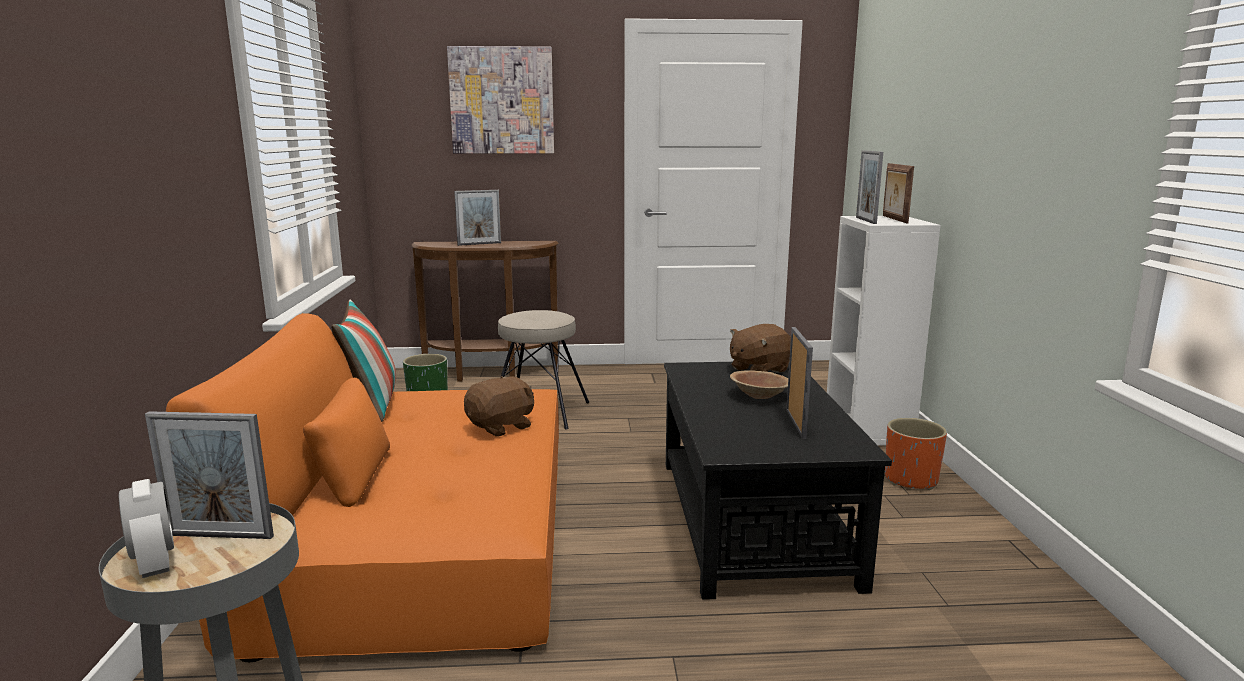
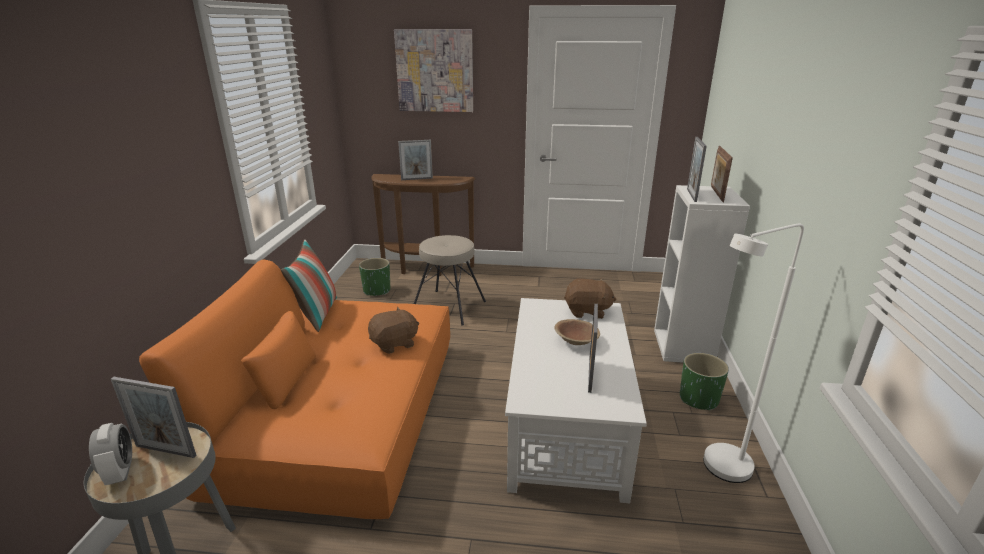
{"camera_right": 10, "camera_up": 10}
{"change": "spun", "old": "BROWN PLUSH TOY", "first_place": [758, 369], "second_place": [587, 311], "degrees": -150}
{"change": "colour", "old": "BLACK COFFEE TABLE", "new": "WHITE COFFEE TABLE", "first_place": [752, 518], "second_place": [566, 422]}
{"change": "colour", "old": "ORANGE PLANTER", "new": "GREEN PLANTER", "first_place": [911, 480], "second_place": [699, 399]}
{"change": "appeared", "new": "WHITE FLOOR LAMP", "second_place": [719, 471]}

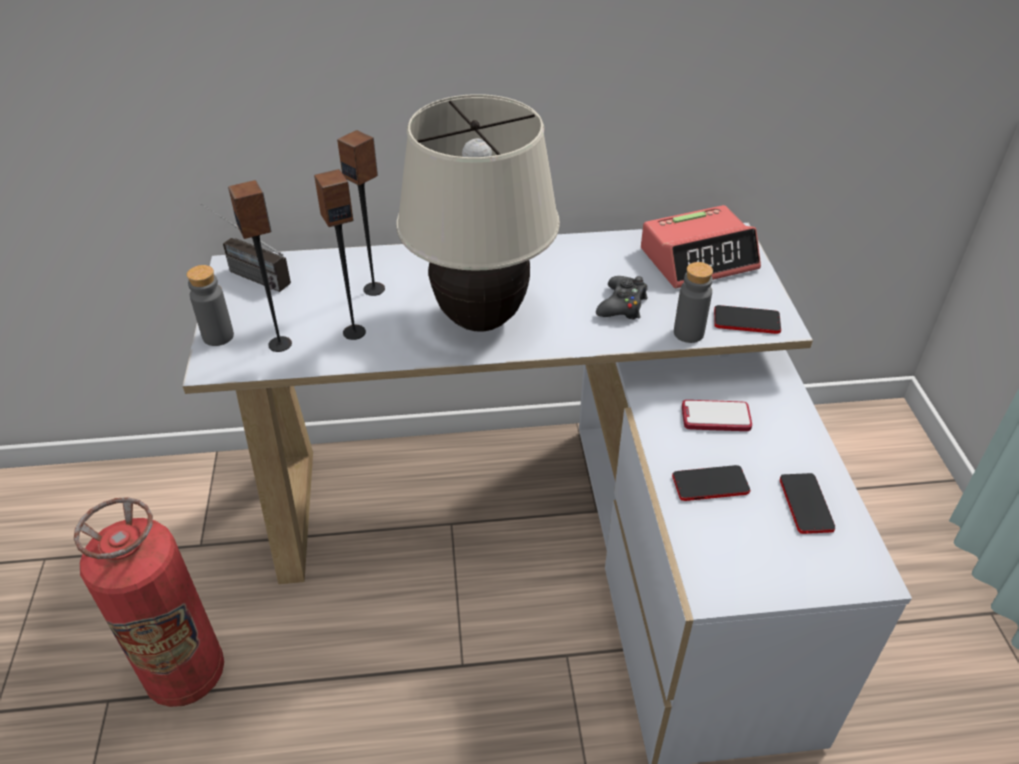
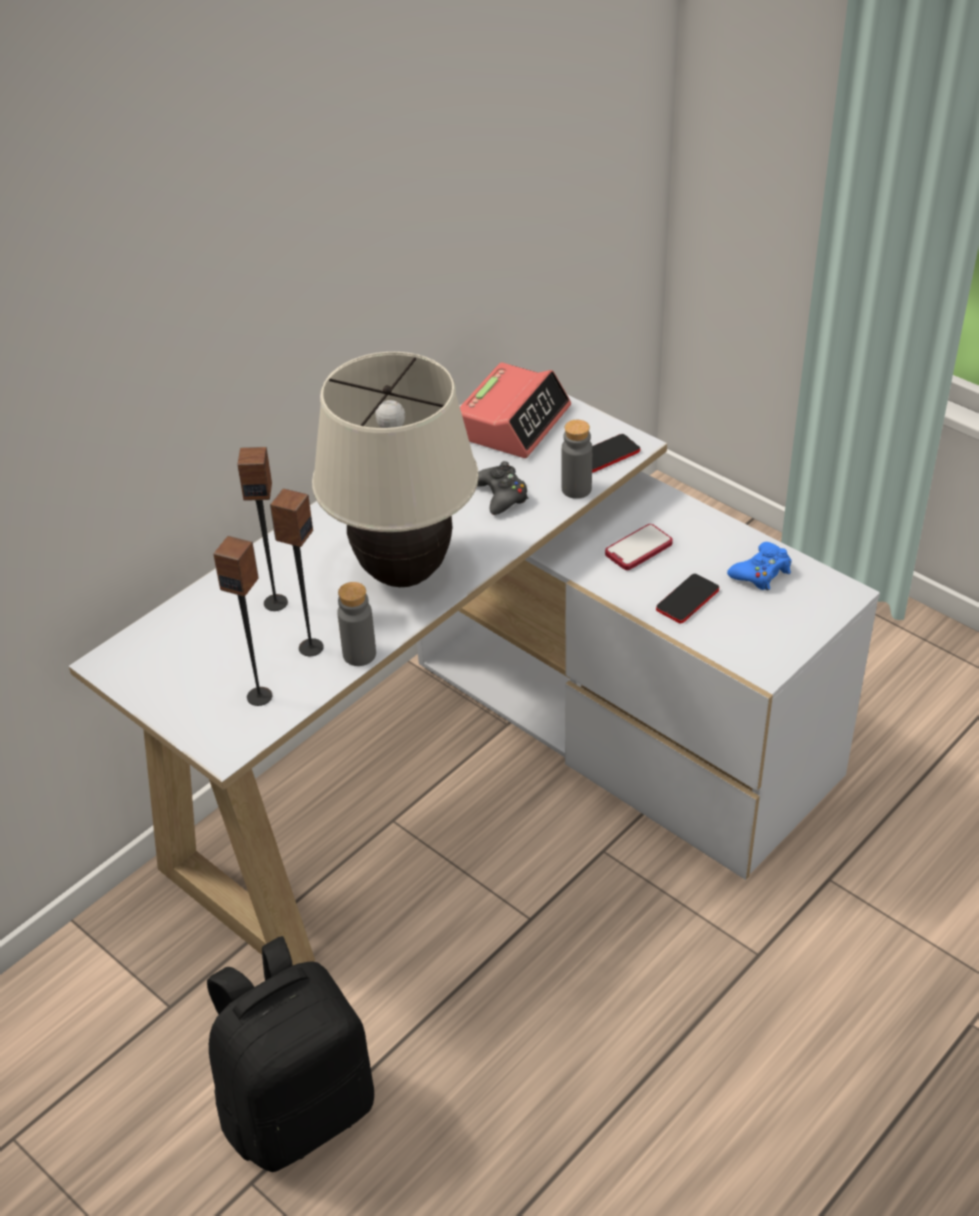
{"camera_right": -40, "camera_up": 0}
{"change": "missing", "old": "RADIO", "first_place": [245, 273]}
{"change": "relocated", "old": "GREY BOTTLE", "first_place": [218, 336], "second_place": [359, 654]}
{"change": "exchanged", "old": "PHONE", "new": "BLUE GAME CONTROLLER", "first_place": [806, 504], "second_place": [761, 573]}
{"change": "exchanged", "old": "FIRE EXTINGUISHER", "new": "BLACK BACKPACK", "first_place": [186, 674], "second_place": [298, 1108]}

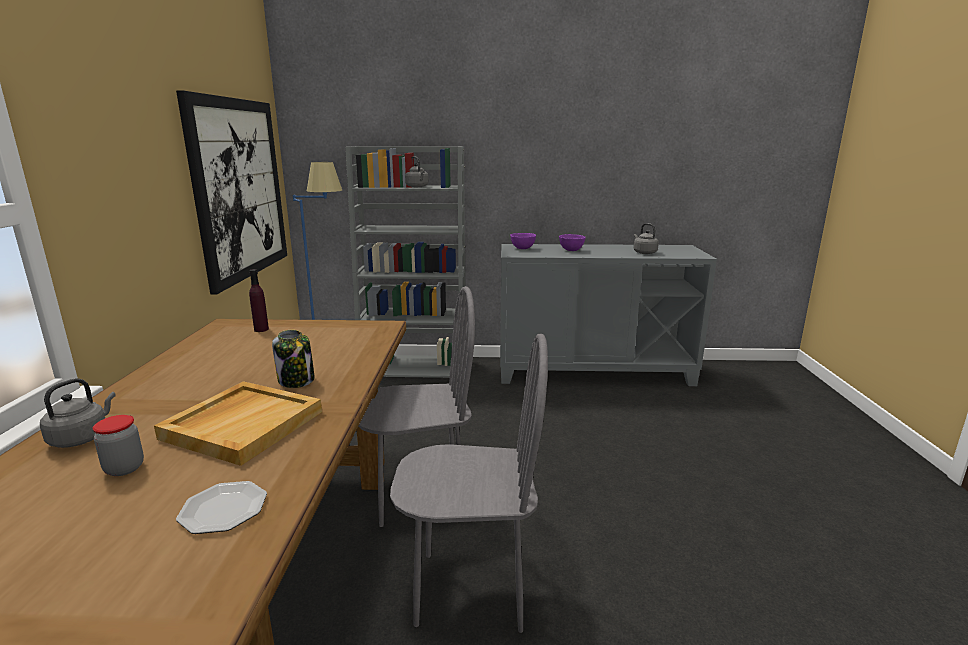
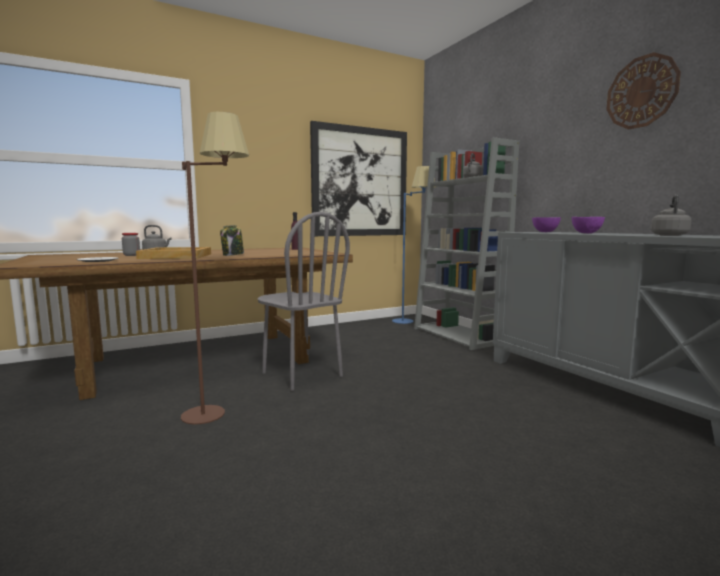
{"camera_right": 60, "camera_up": -10}
{"change": "exchanged", "old": "GREY CHAIR", "new": "BROWN FLOOR LAMP", "first_place": [471, 589], "second_place": [221, 408]}
{"change": "appeared", "new": "WALL CLOCK", "second_place": [641, 92]}

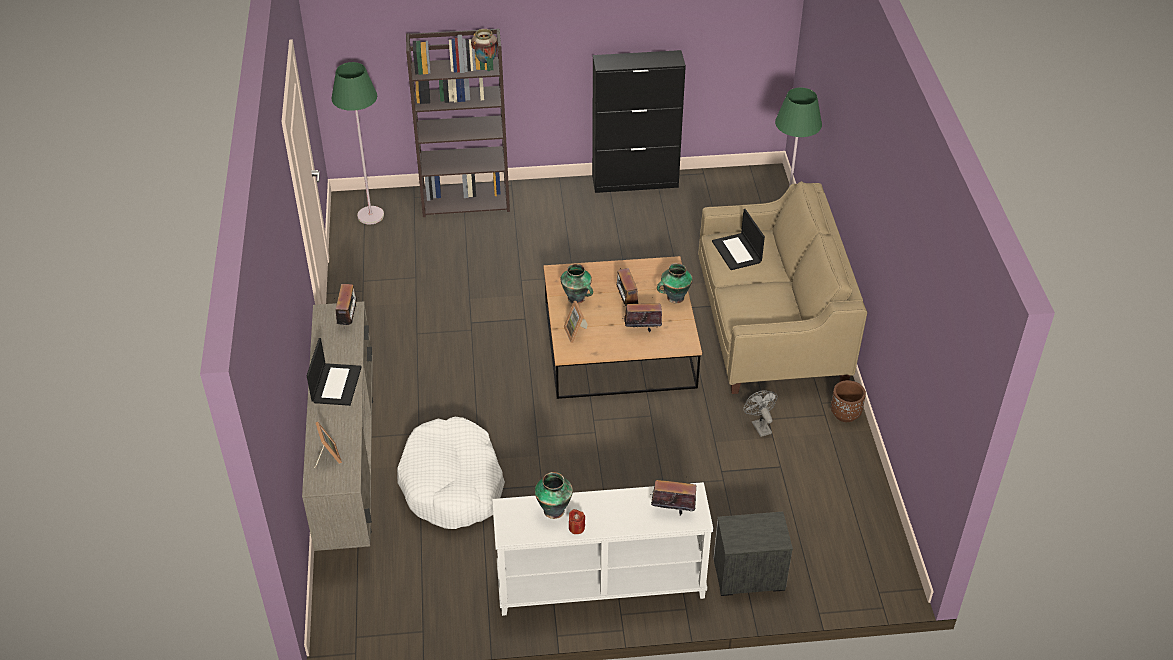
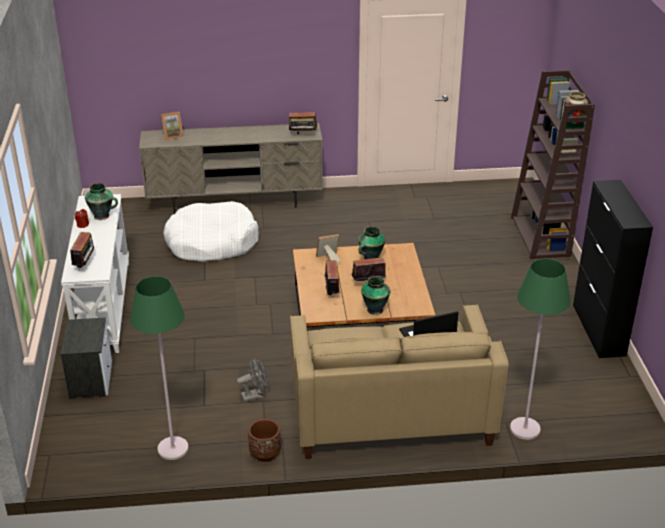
{"camera_right": 90, "camera_up": -10}
{"change": "relocated", "old": "GREEN FLOOR LAMP", "first_place": [371, 215], "second_place": [173, 449]}
{"change": "missing", "old": "LAPTOP", "first_place": [336, 384]}

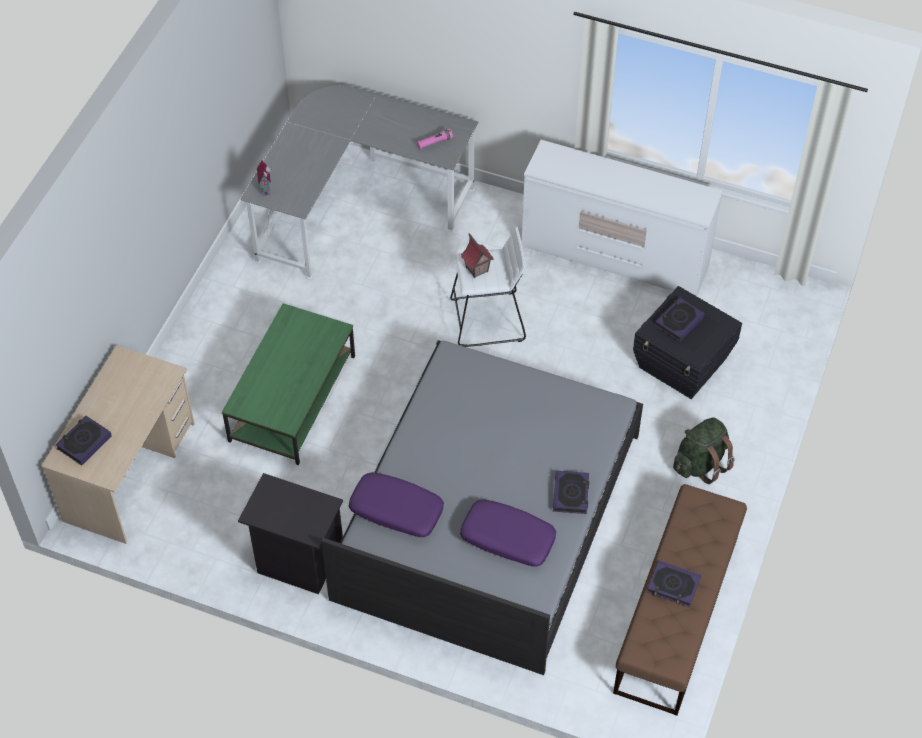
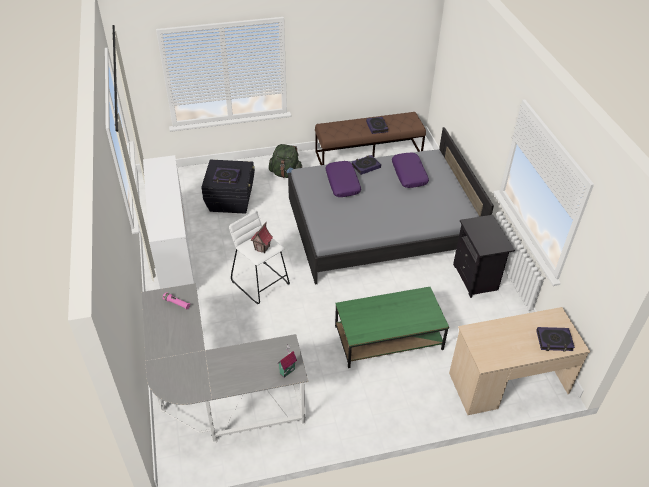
{"camera_right": -125, "camera_up": -10}
{"change": "relocated", "old": "PURPLE PILLOW", "first_place": [396, 511], "second_place": [343, 183]}

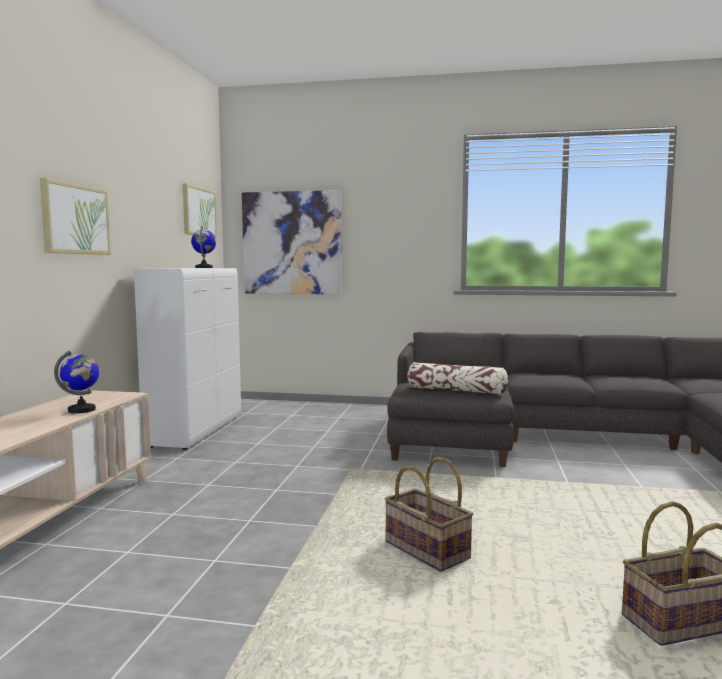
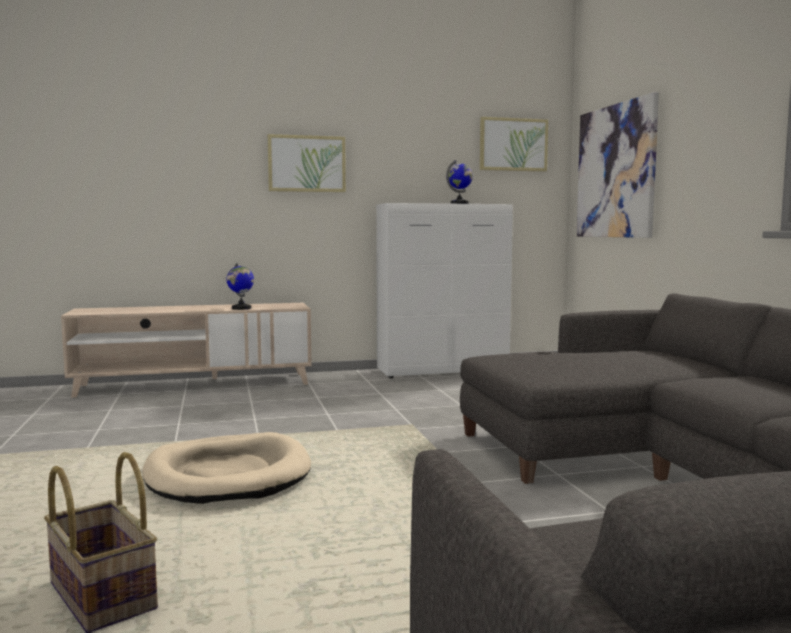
{"camera_right": 65, "camera_up": 0}
{"change": "missing", "old": "PILLOW", "first_place": [456, 390]}
{"change": "exchanged", "old": "BASKET", "new": "BEIGE DOG BED", "first_place": [425, 551], "second_place": [228, 475]}

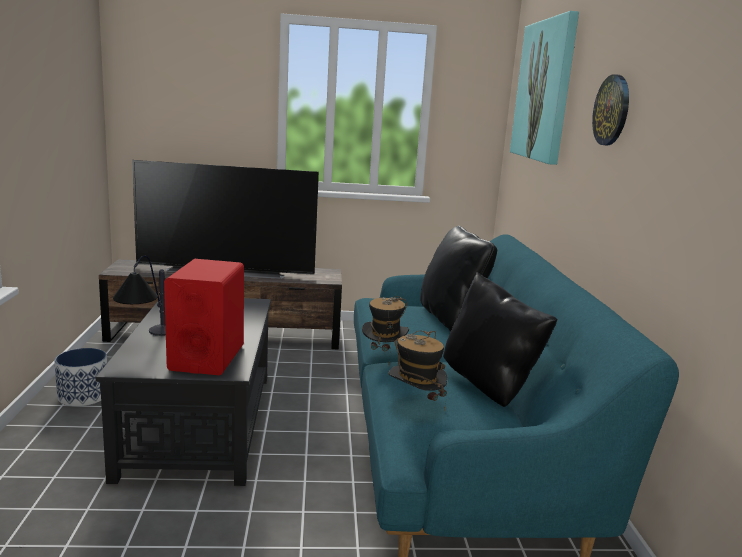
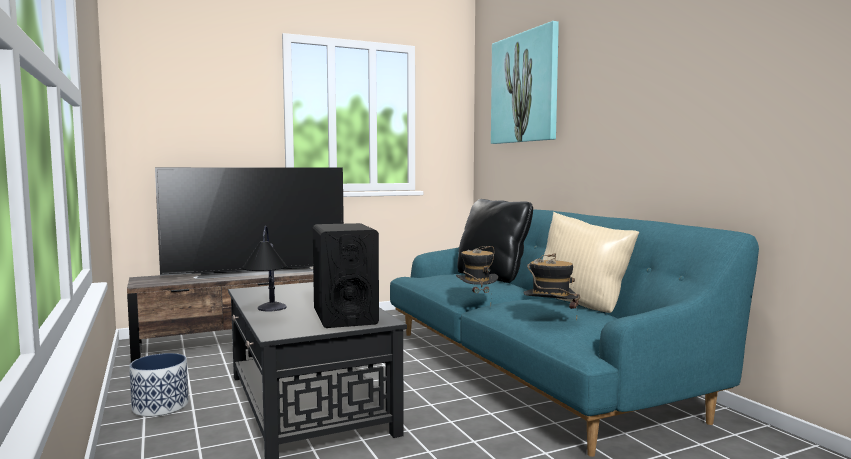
{"camera_right": -20, "camera_up": -10}
{"change": "missing", "old": "WALL CLOCK", "first_place": [612, 110]}
{"change": "colour", "old": "RED SPEAKER", "new": "BLACK SPEAKER", "first_place": [207, 357], "second_place": [344, 317]}
{"change": "colour", "old": "BLACK PILLOW", "new": "BEIGE PILLOW", "first_place": [489, 388], "second_place": [583, 306]}

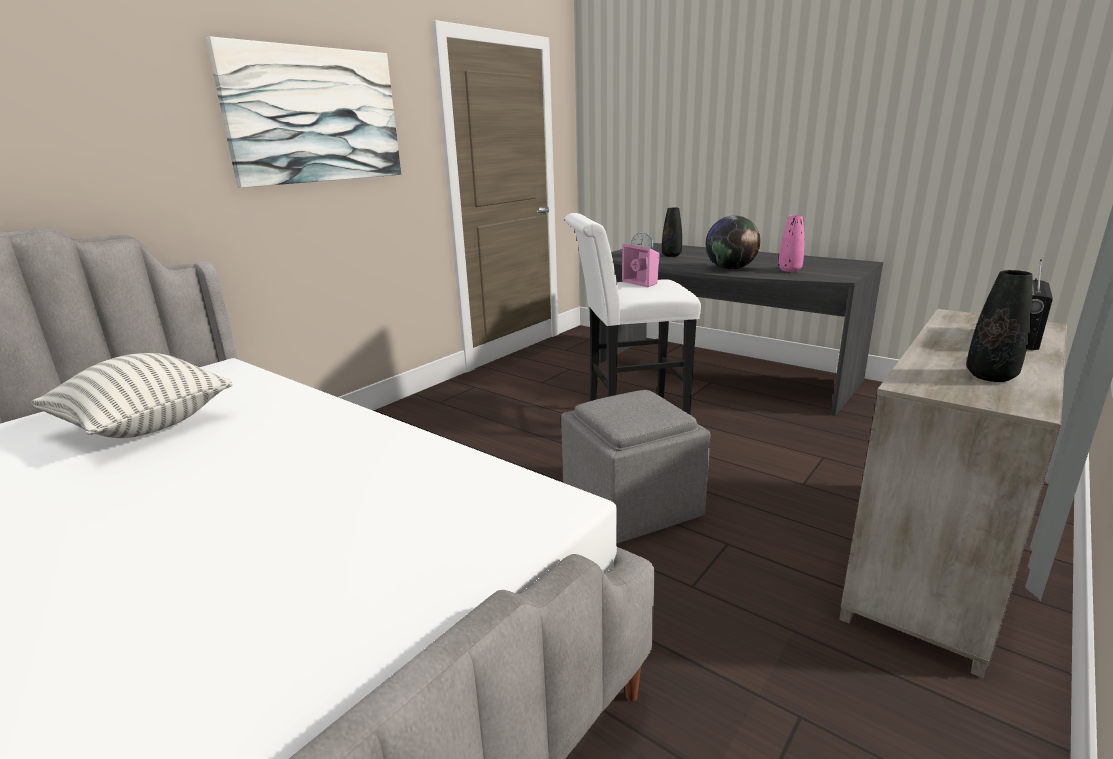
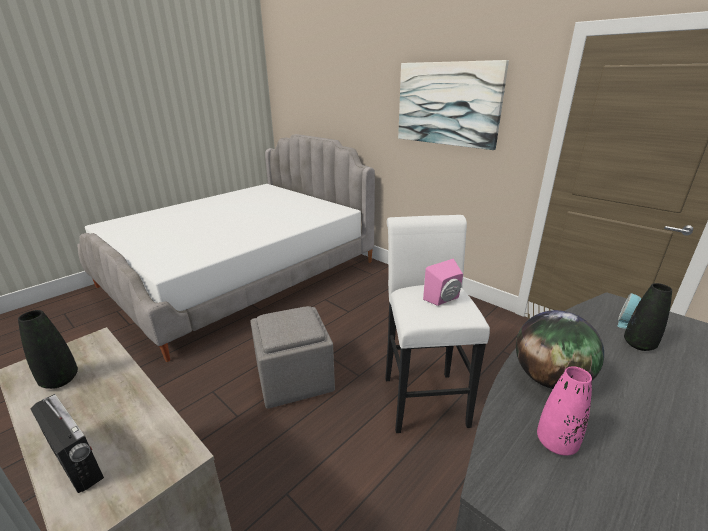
{"camera_right": 95, "camera_up": 5}
{"change": "missing", "old": "PILLOW", "first_place": [145, 426]}

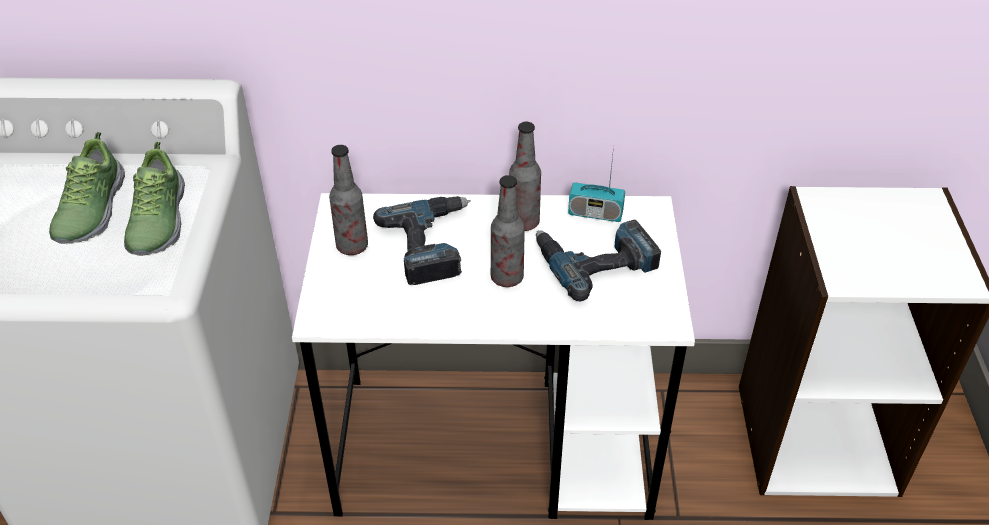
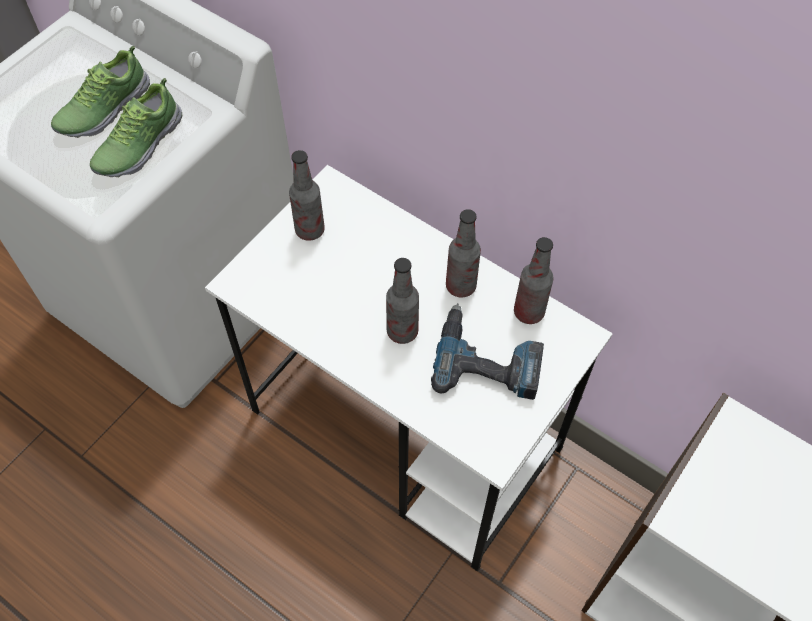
{"camera_right": 35, "camera_up": 15}
{"change": "exchanged", "old": "RADIO", "new": "BOTTLE", "first_place": [595, 213], "second_place": [528, 312]}
{"change": "missing", "old": "POWER DRILL", "first_place": [432, 244]}

